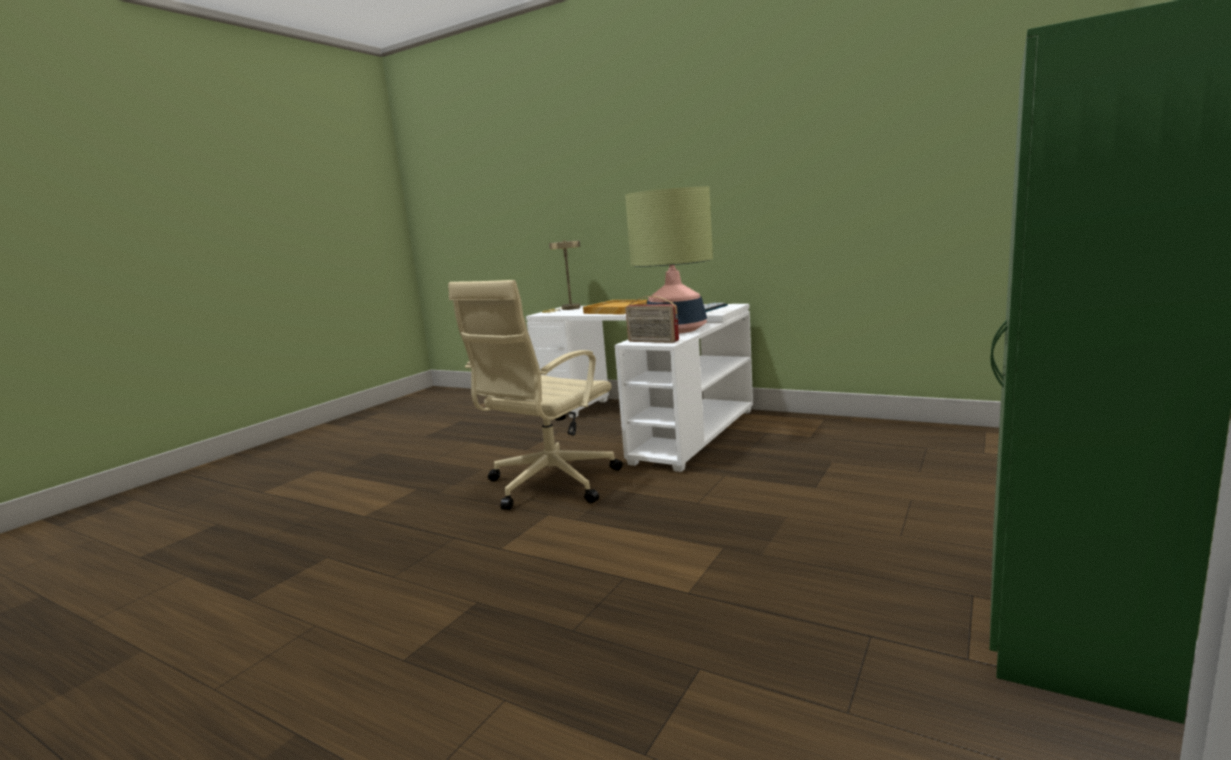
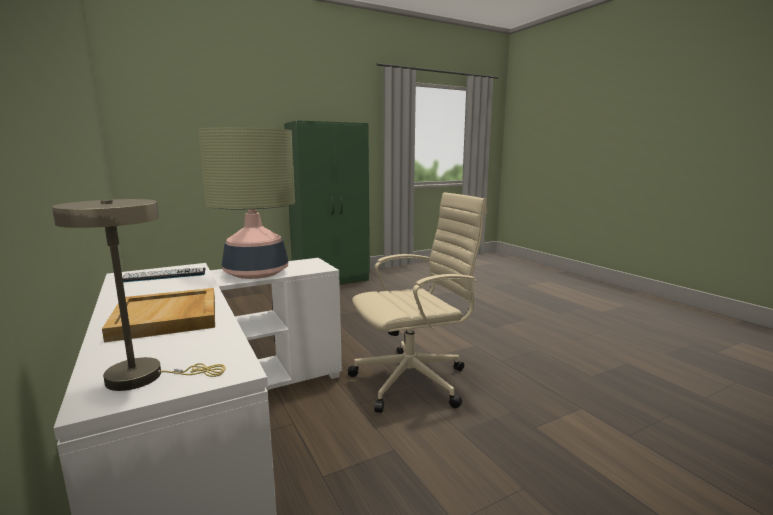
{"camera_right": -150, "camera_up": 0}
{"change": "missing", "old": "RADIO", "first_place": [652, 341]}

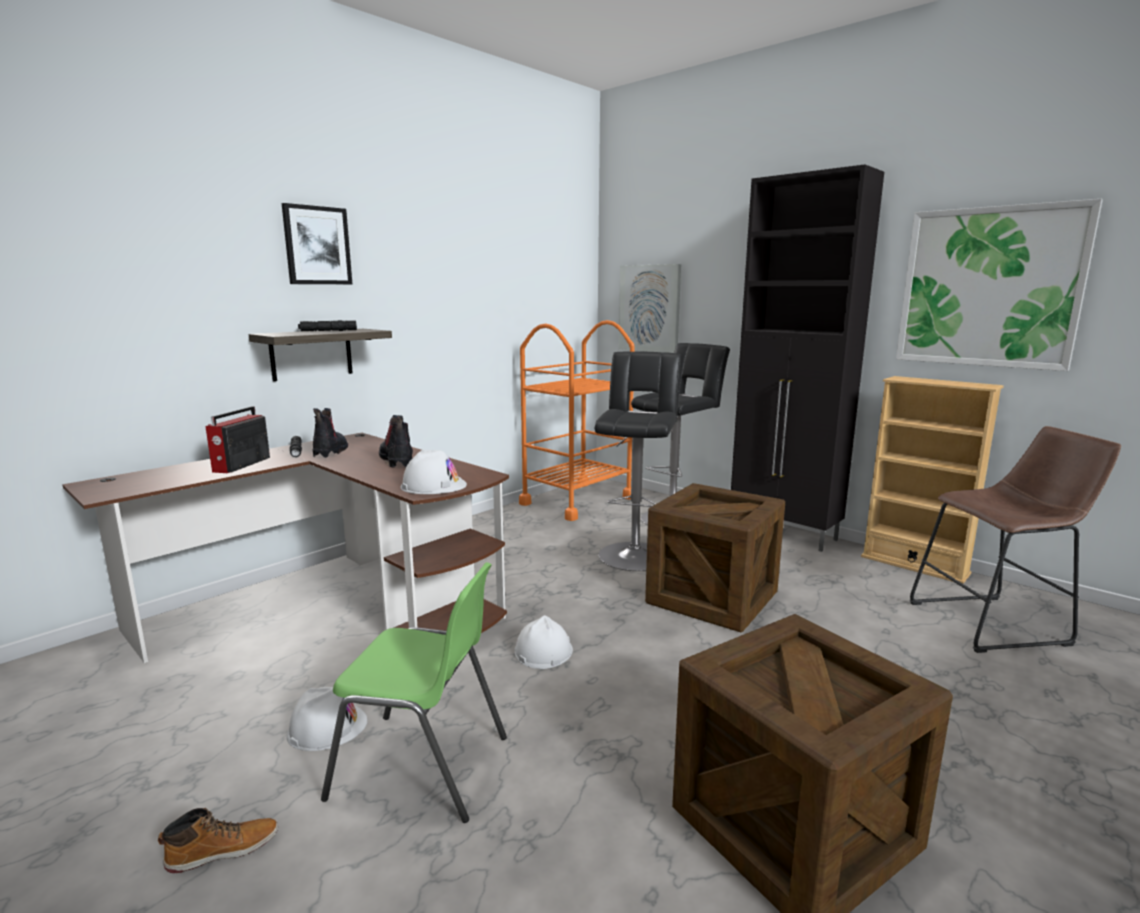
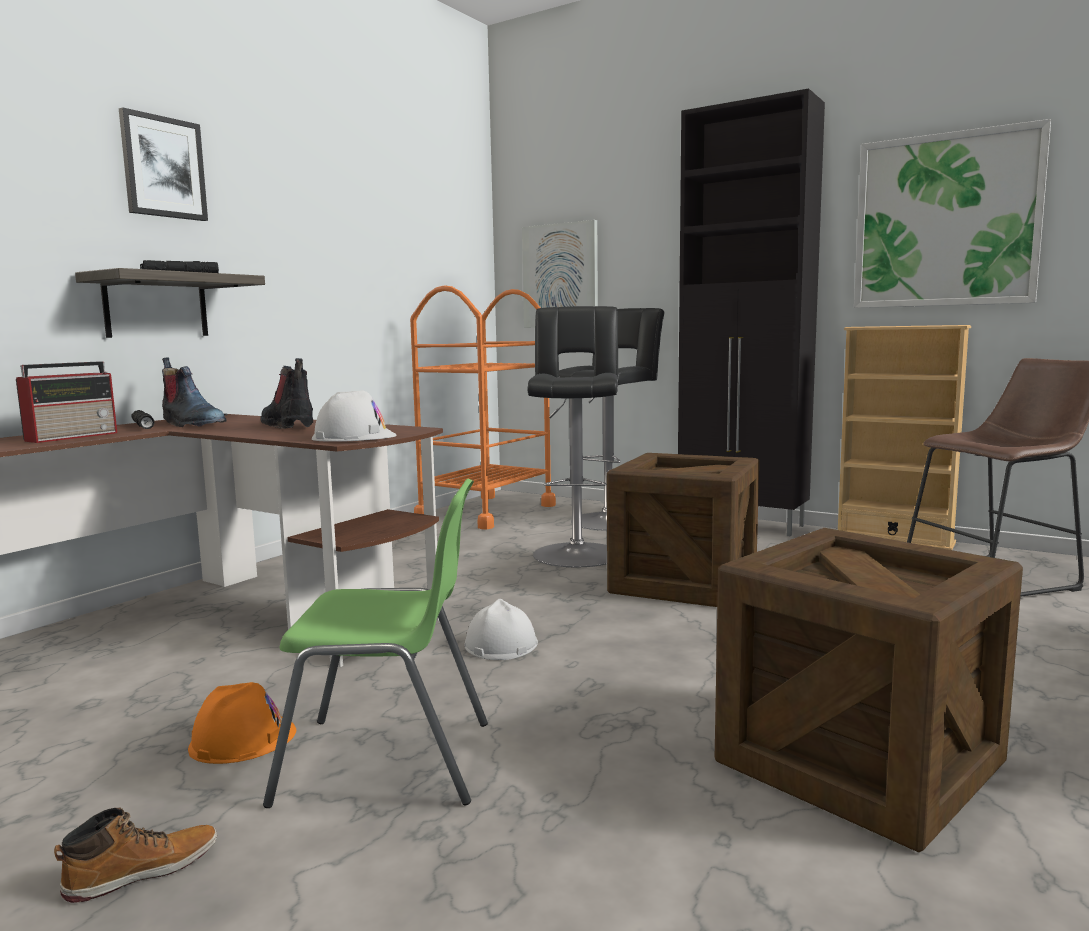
{"camera_right": -10, "camera_up": -5}
{"change": "spun", "old": "RADIO", "first_place": [240, 465], "second_place": [73, 436], "degrees": -150}
{"change": "spun", "old": "BOOT", "first_place": [330, 451], "second_place": [191, 424], "degrees": 150}
{"change": "colour", "old": "WHITE HARD HAT", "new": "ORANGE HARD HAT", "first_place": [327, 727], "second_place": [242, 739]}

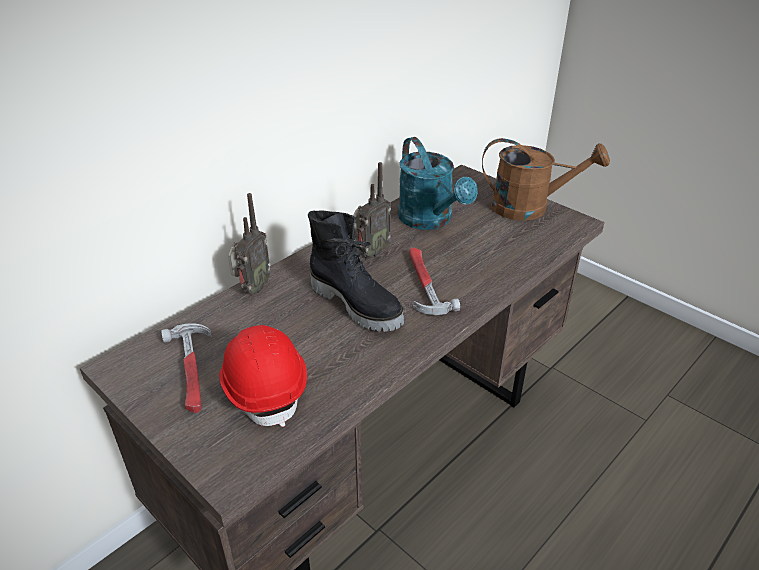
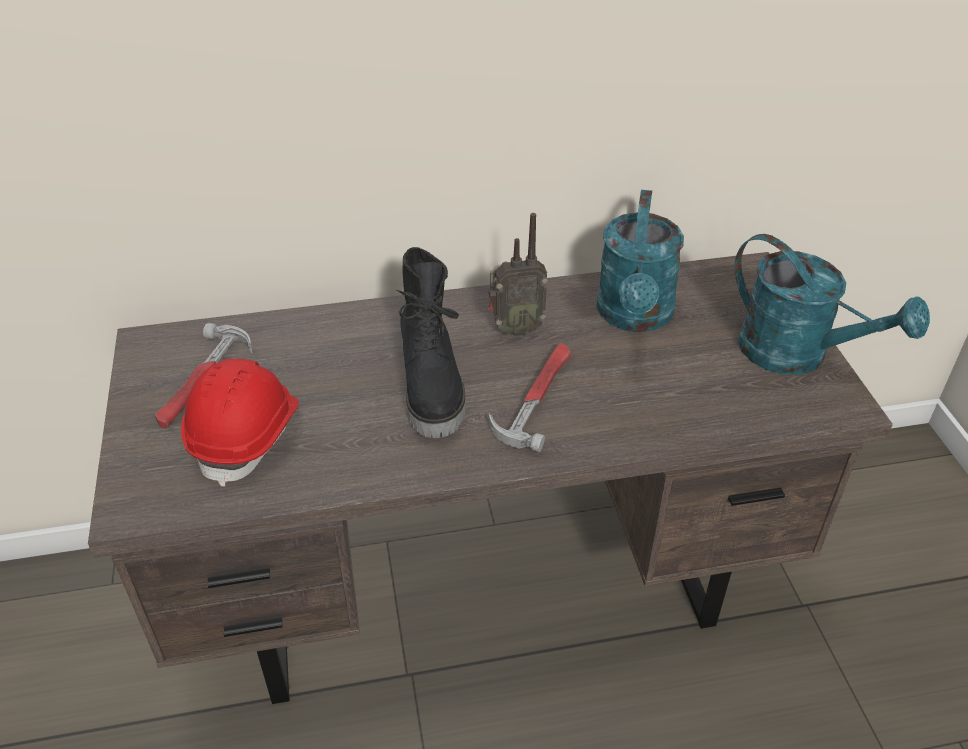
{"camera_right": 35, "camera_up": 5}
{"change": "colour", "old": "BROWN WATERING CAN", "new": "TURQUOISE WATERING CAN", "first_place": [530, 207], "second_place": [797, 355]}
{"change": "missing", "old": "RADIO", "first_place": [252, 289]}

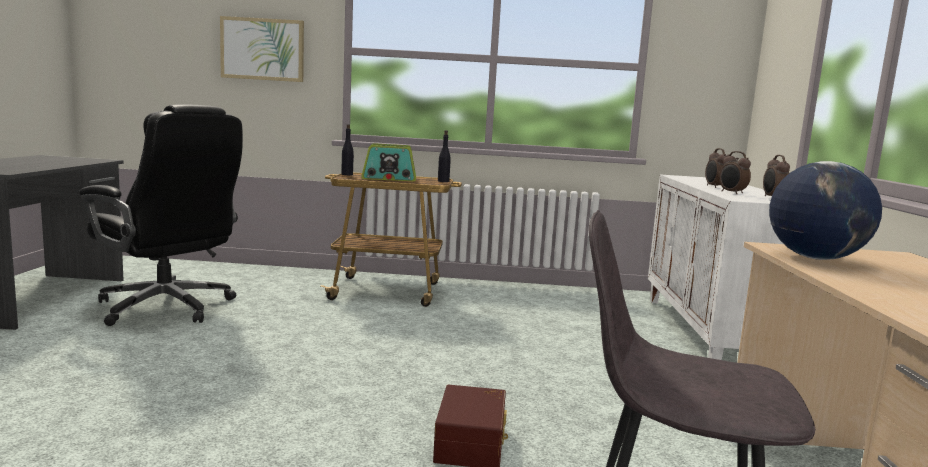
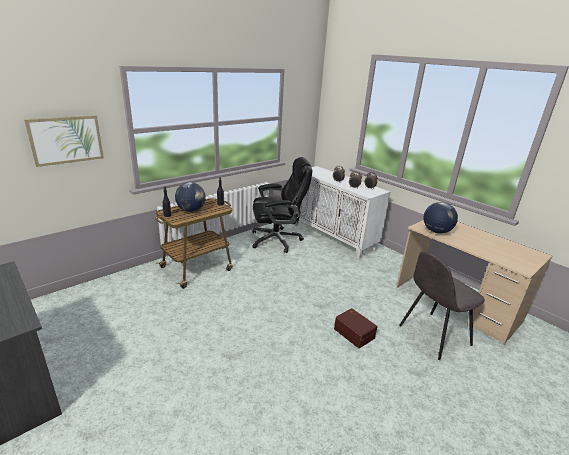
{"camera_right": -45, "camera_up": 15}
{"change": "relocated", "old": "BLACK OFFICE CHAIR", "first_place": [167, 307], "second_place": [277, 240]}
{"change": "exchanged", "old": "RADIO", "new": "GLOBE", "first_place": [389, 178], "second_place": [191, 210]}

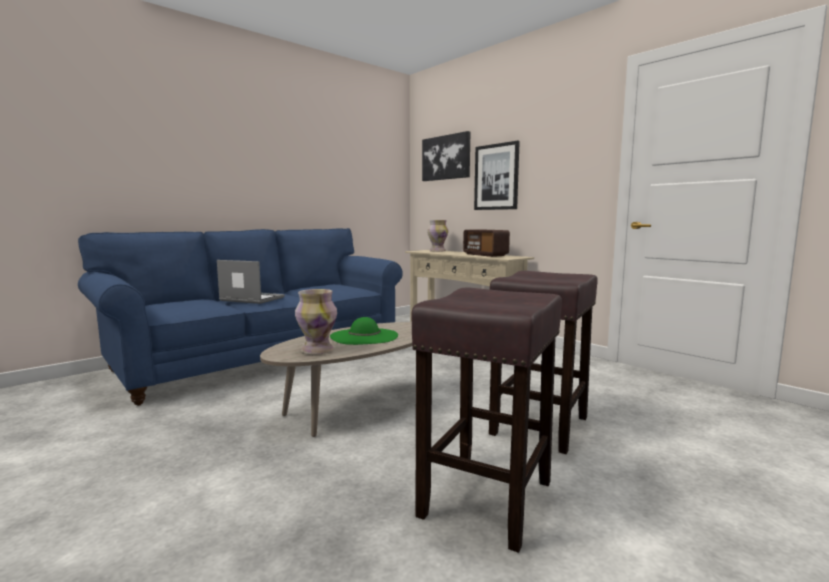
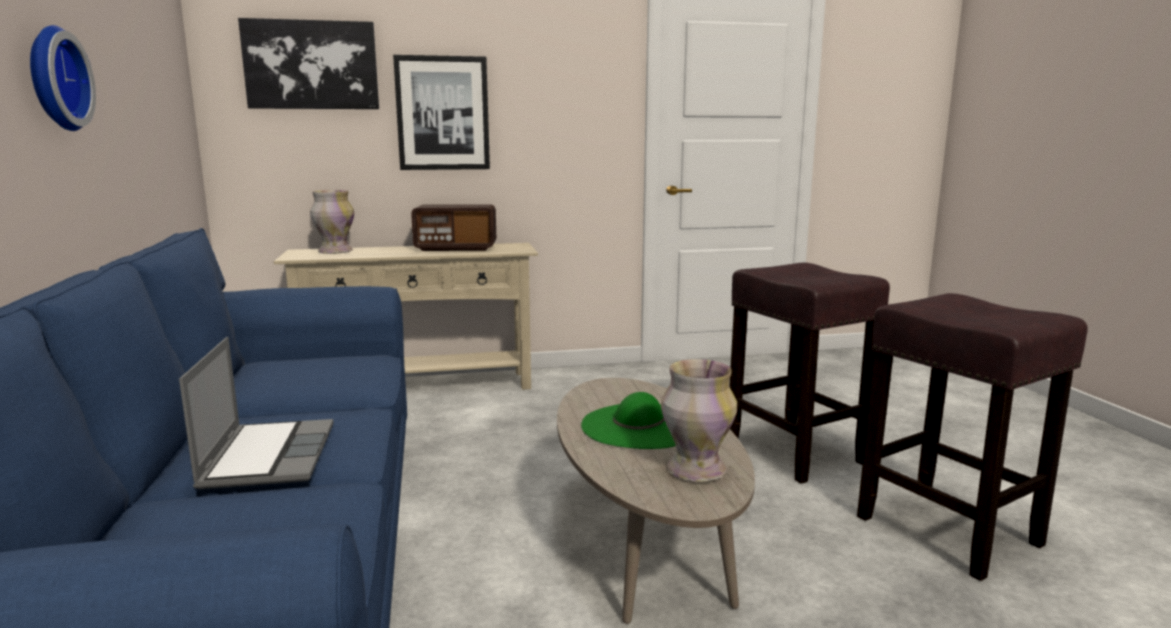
{"camera_right": -60, "camera_up": 5}
{"change": "spun", "old": "LAPTOP", "first_place": [251, 299], "second_place": [268, 455], "degrees": 120}
{"change": "appeared", "new": "WALL CLOCK", "second_place": [53, 79]}

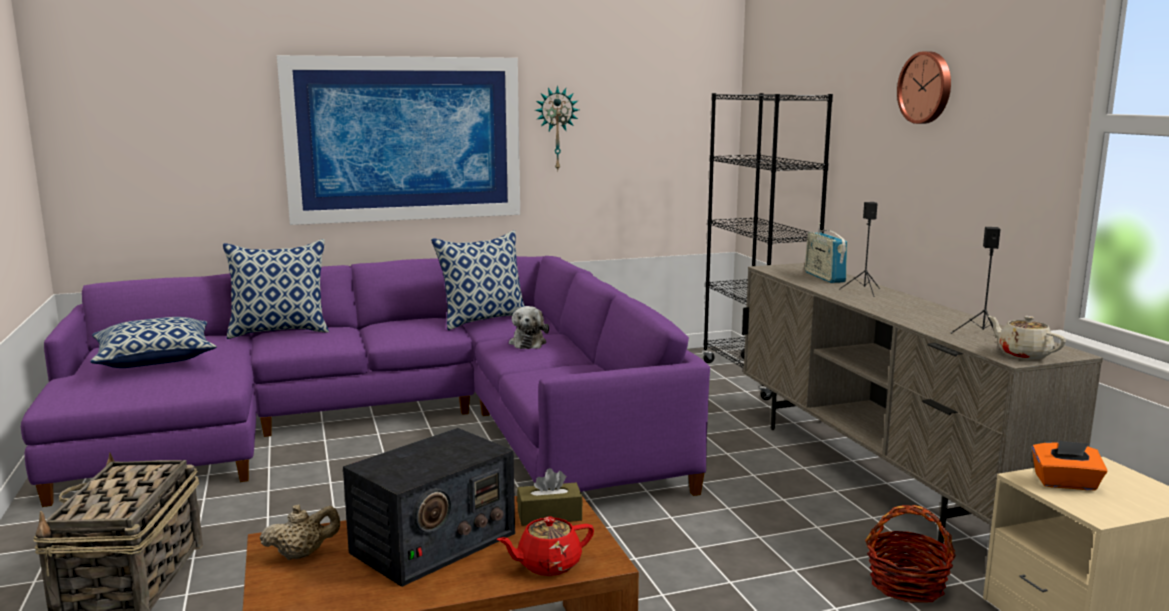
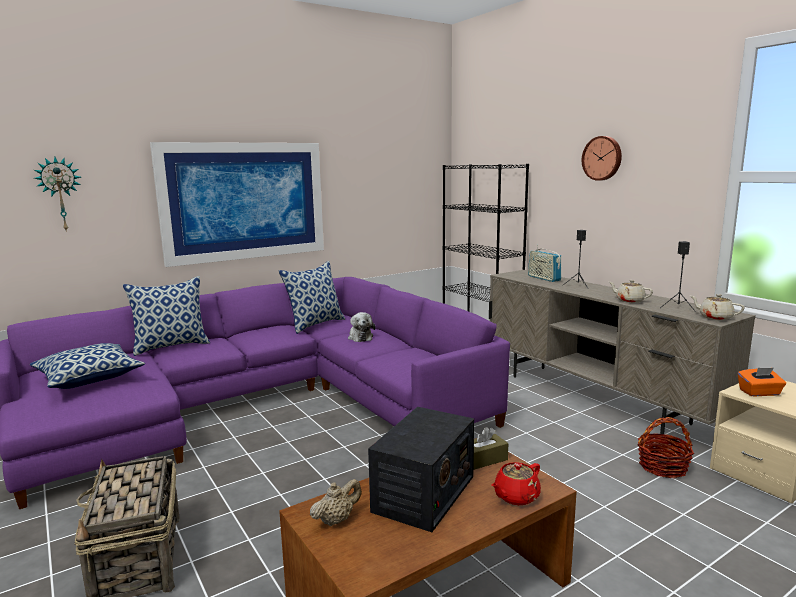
{"camera_right": -15, "camera_up": 0}
{"change": "relocated", "old": "WALL CLOCK", "first_place": [556, 129], "second_place": [60, 194]}
{"change": "appeared", "new": "BEIGE TEAPOT", "second_place": [629, 300]}

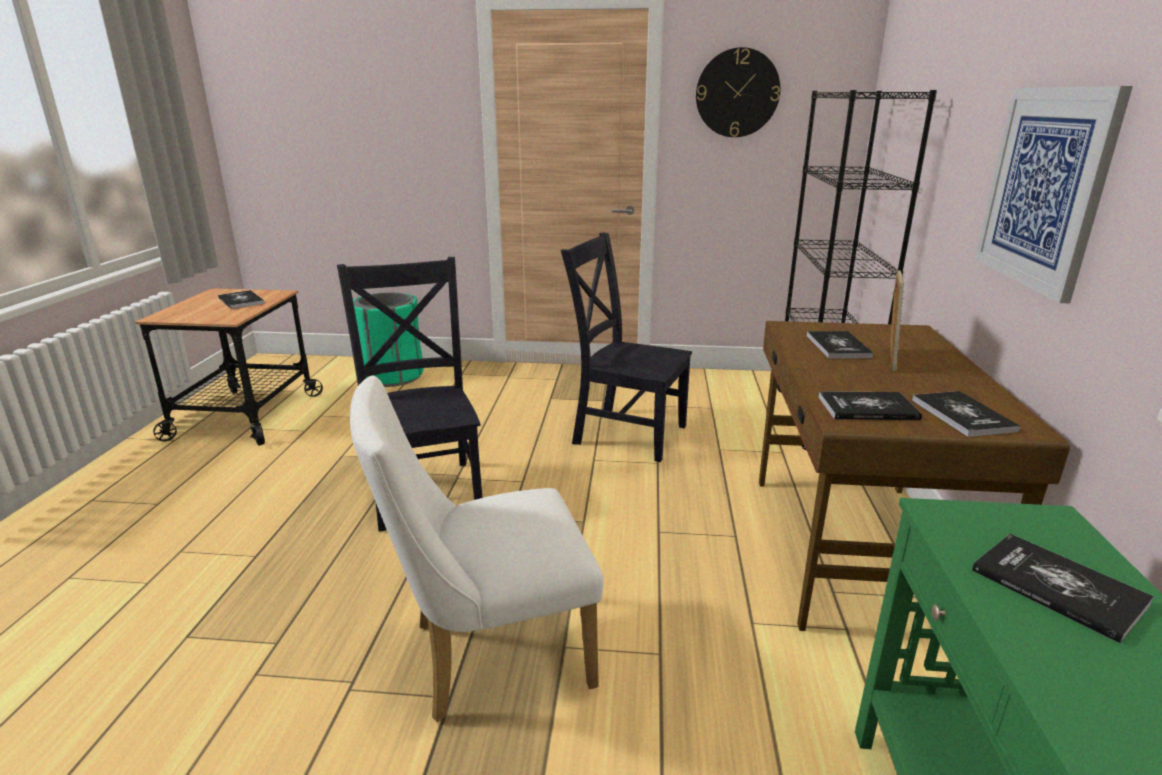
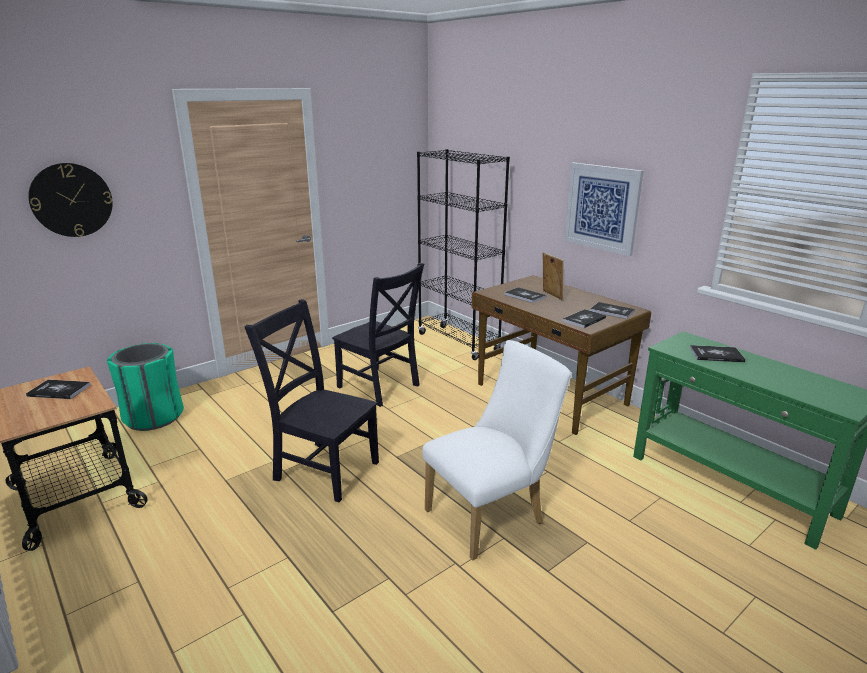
{"camera_right": -45, "camera_up": 0}
{"change": "relocated", "old": "WALL CLOCK", "first_place": [737, 93], "second_place": [71, 200]}
{"change": "spun", "old": "BLACK CHAIR", "first_place": [625, 433], "second_place": [380, 387], "degrees": -120}
{"change": "spun", "old": "WHITE CHAIR", "first_place": [488, 656], "second_place": [491, 515], "degrees": -150}

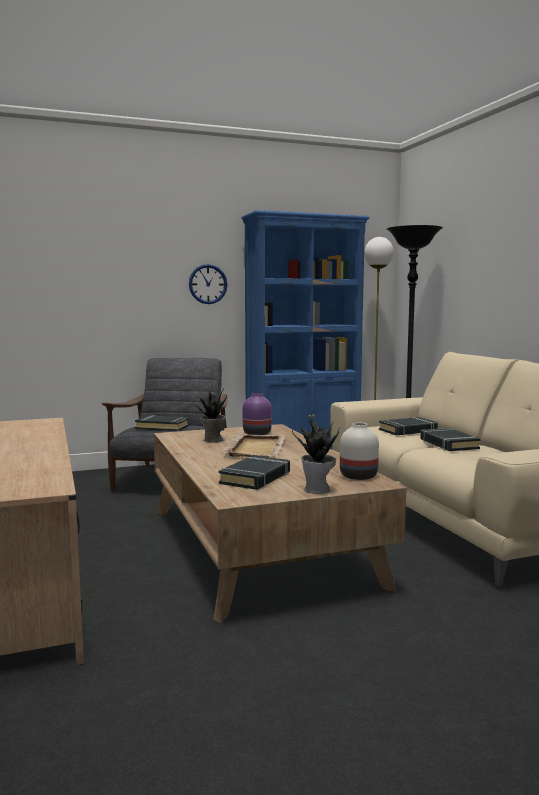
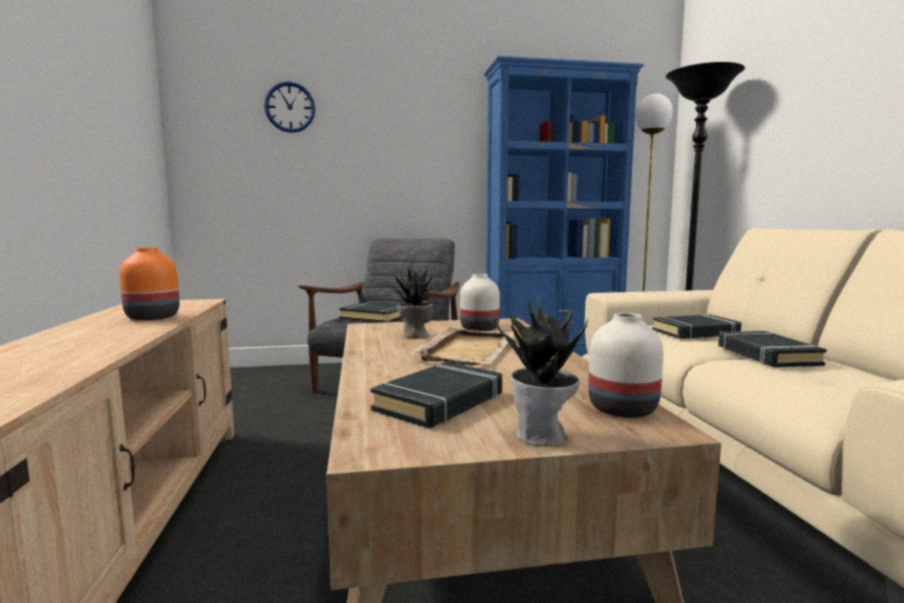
{"camera_right": 10, "camera_up": 0}
{"change": "relocated", "old": "WALL CLOCK", "first_place": [208, 284], "second_place": [290, 107]}
{"change": "colour", "old": "PURPLE VASE", "new": "WHITE VASE", "first_place": [257, 433], "second_place": [479, 329]}
{"change": "appeared", "new": "ORANGE VASE", "second_place": [151, 317]}

